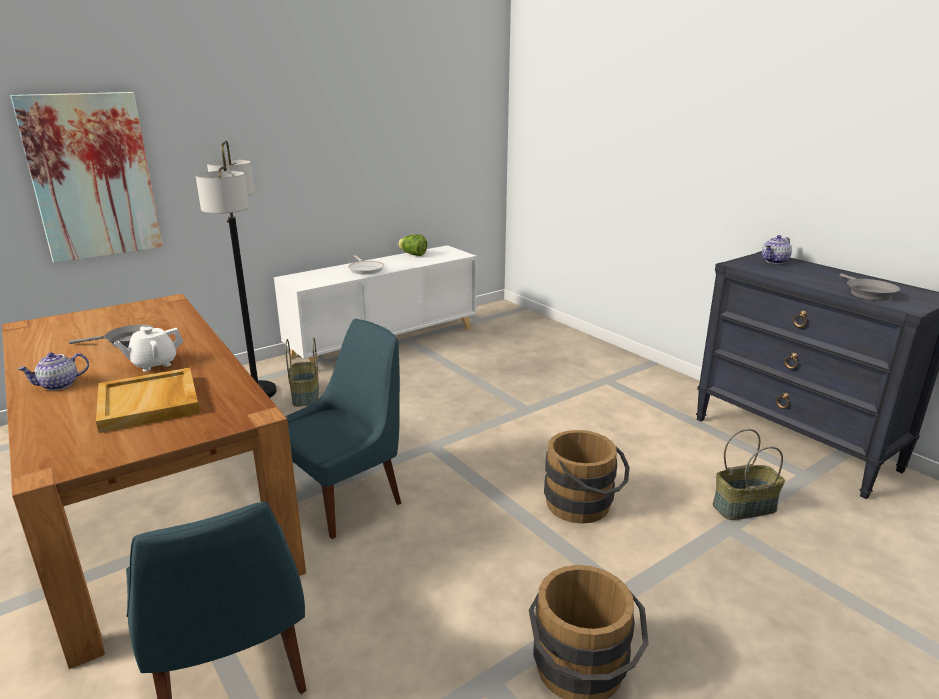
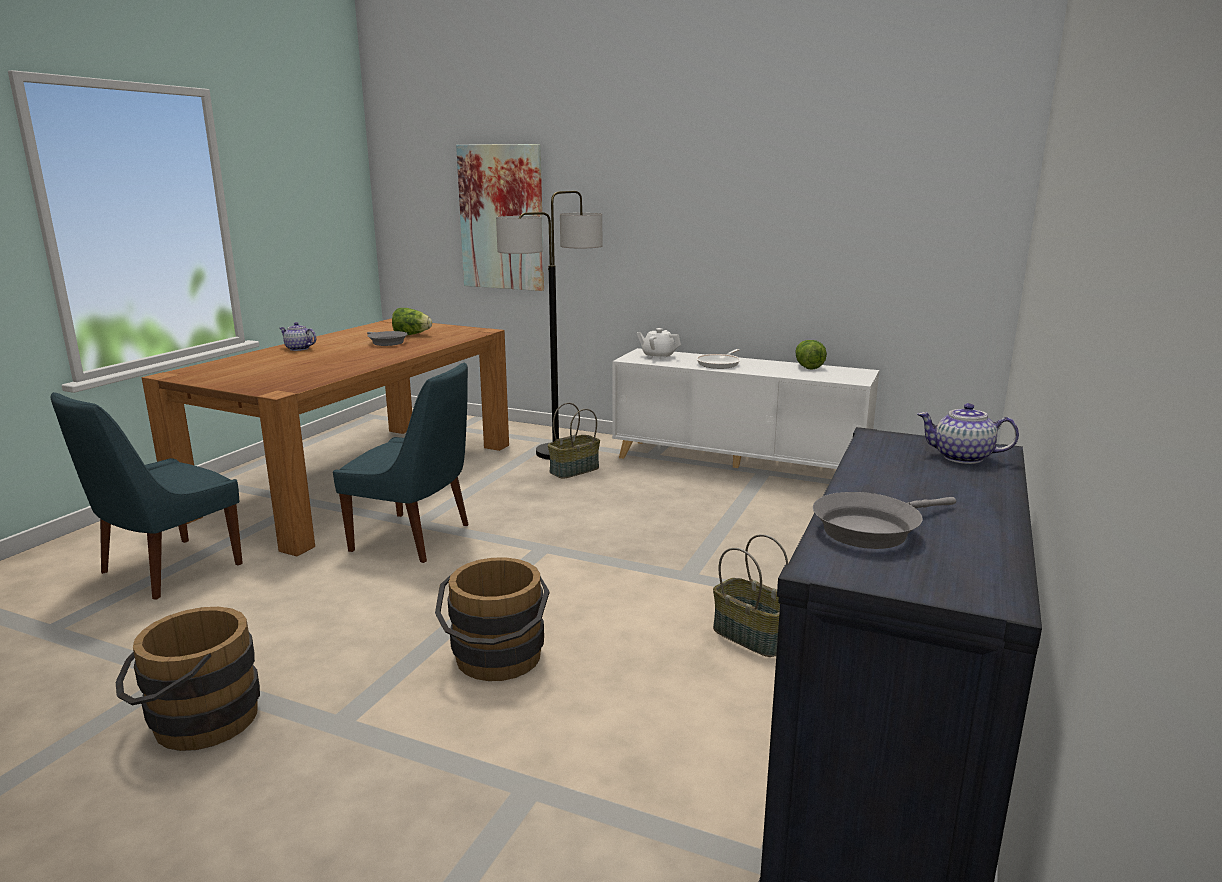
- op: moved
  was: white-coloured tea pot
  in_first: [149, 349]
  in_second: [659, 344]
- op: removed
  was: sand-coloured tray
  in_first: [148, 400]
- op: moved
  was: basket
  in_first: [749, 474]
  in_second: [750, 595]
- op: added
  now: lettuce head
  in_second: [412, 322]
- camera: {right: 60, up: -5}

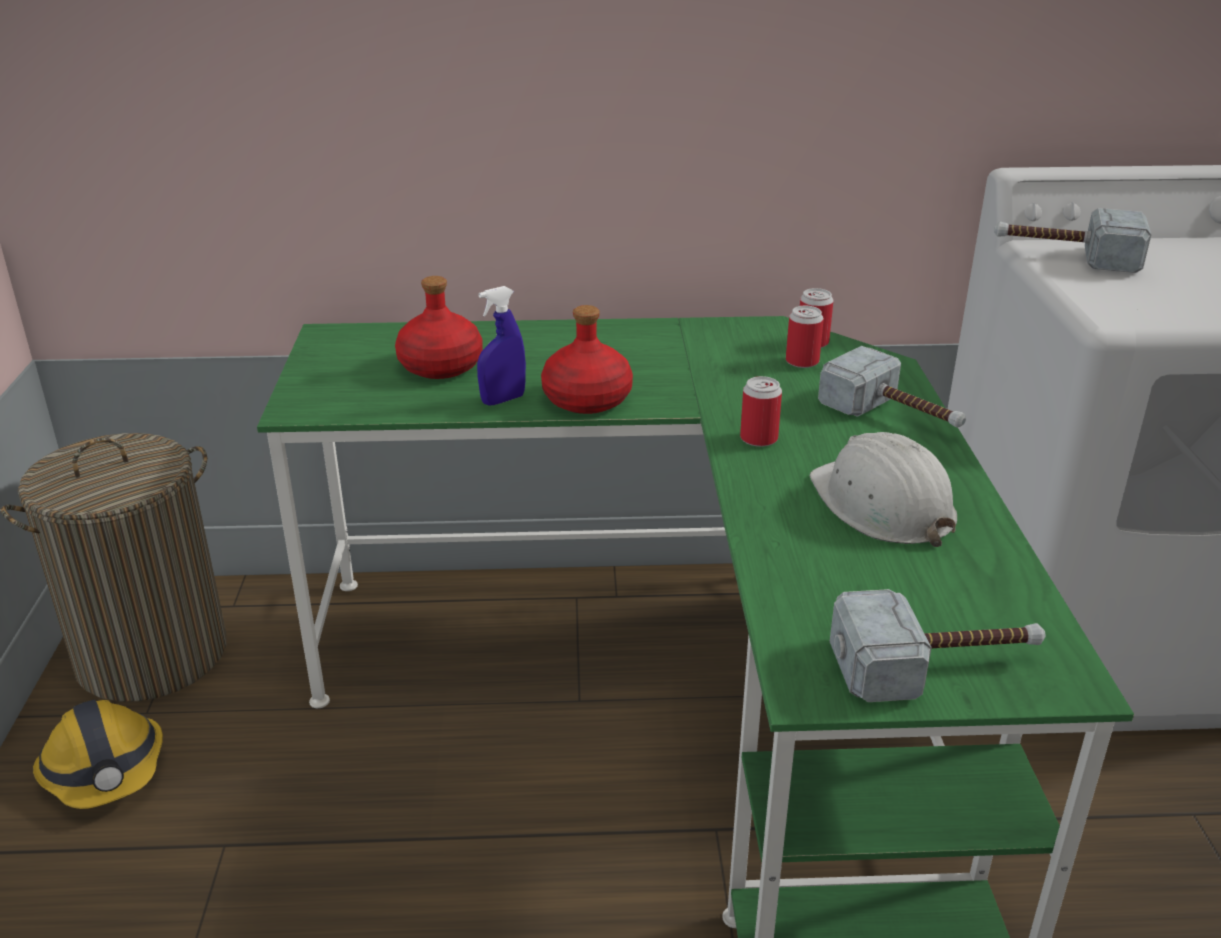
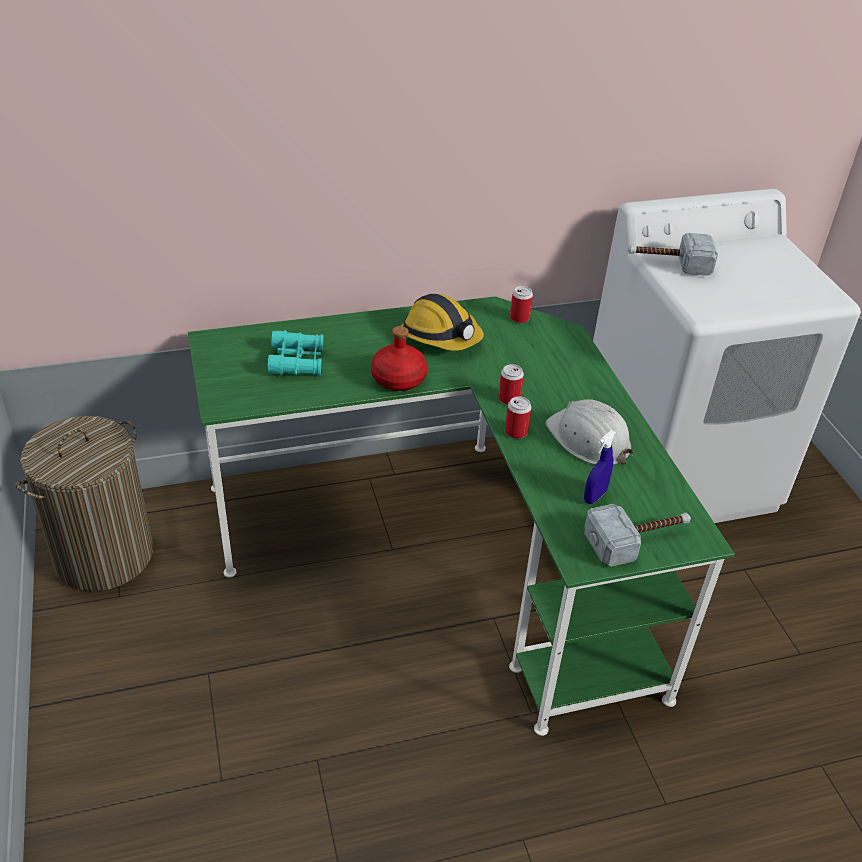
- op: replaced
  was: red beverage bottle
  now: blue-green binoculars
  in_first: [438, 327]
  in_second: [296, 353]
- op: moved
  was: blue-coloured hand sprayer
  in_first: [501, 346]
  in_second: [600, 467]
- op: moved
  was: sealed can
  in_first: [805, 337]
  in_second: [518, 417]
- op: removed
  was: hand hammer
  in_first: [892, 387]
- op: moved
  was: safety helmet
  in_first: [98, 754]
  in_second: [442, 322]
- camera: {right: -15, up: 10}

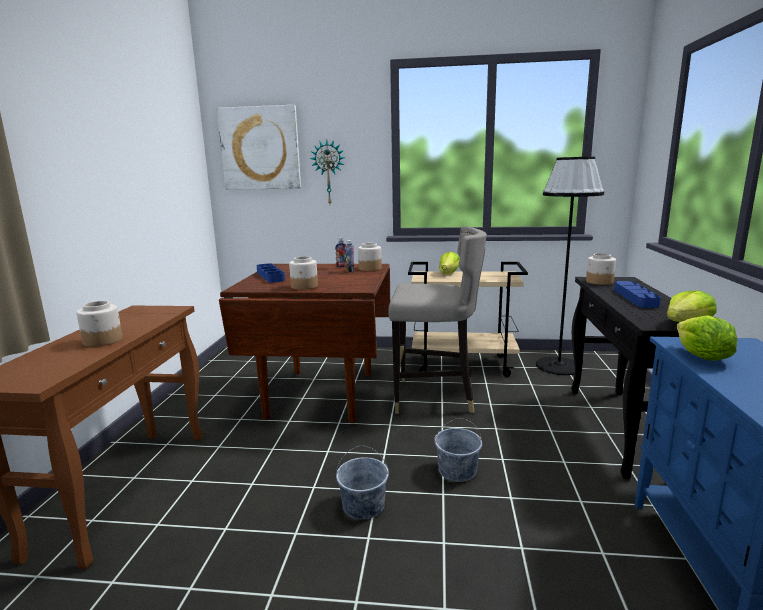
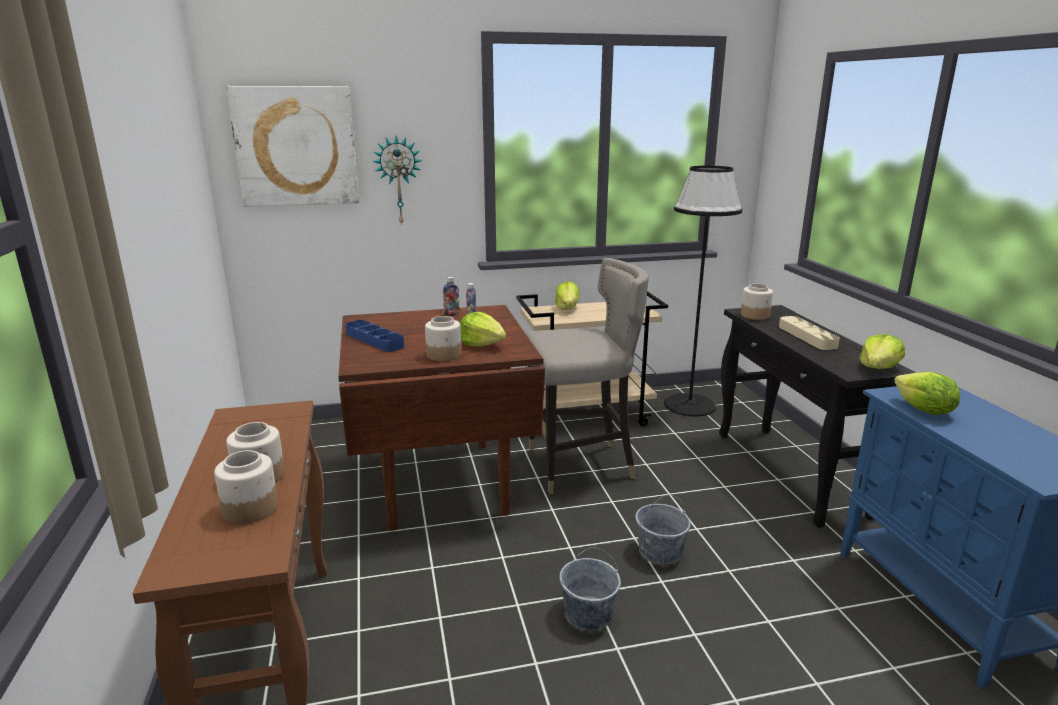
- op: moved
  was: preserve jar
  in_first: [370, 257]
  in_second: [246, 487]
- op: recoloured
  was: blue-coloured tray
  now: sand-coloured tray
  in_first: [637, 294]
  in_second: [809, 333]
- op: added
  now: lettuce head
  in_second: [483, 329]
- camera: {right: -20, up: 5}

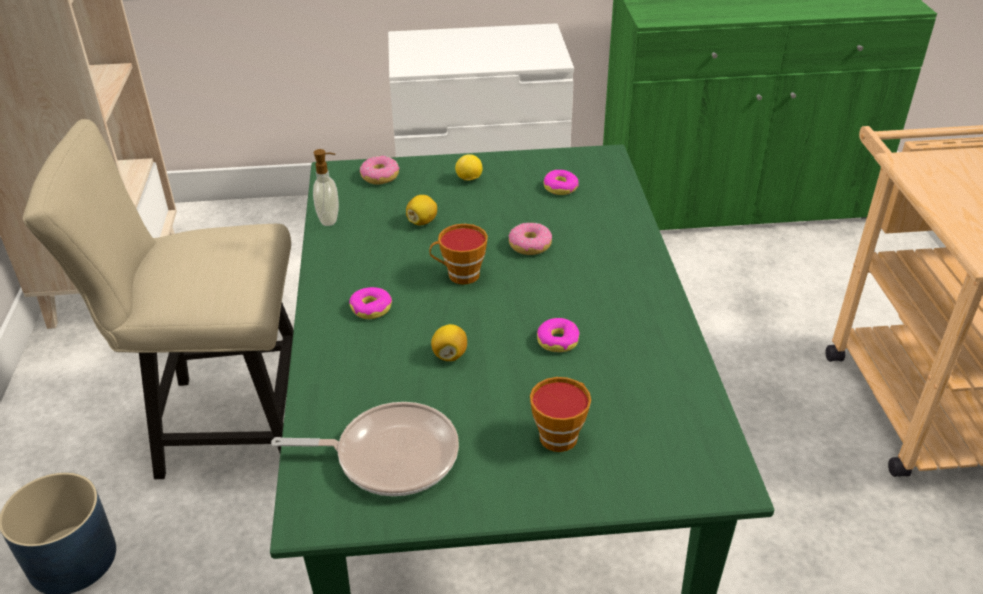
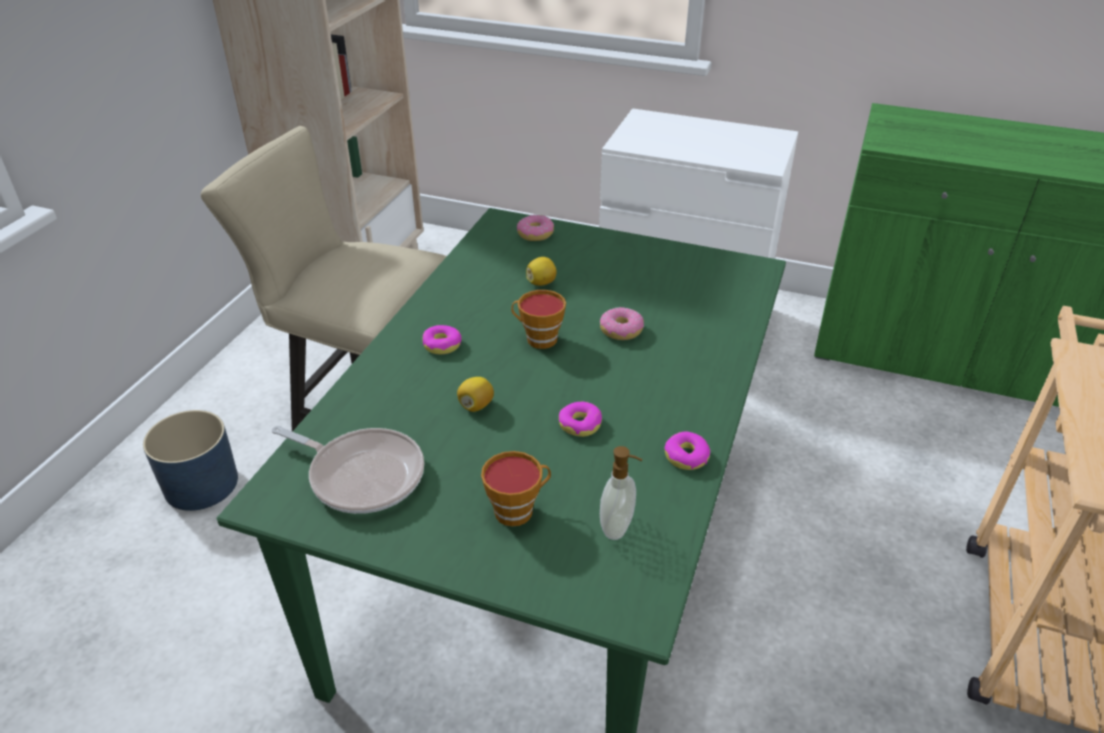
- op: moved
  was: soap bottle
  in_first: [326, 187]
  in_second: [621, 493]
- op: removed
  was: whole lemon
  in_first: [468, 167]
- op: moved
  was: donut
  in_first: [561, 182]
  in_second: [687, 451]
- camera: {right: 25, up: 0}

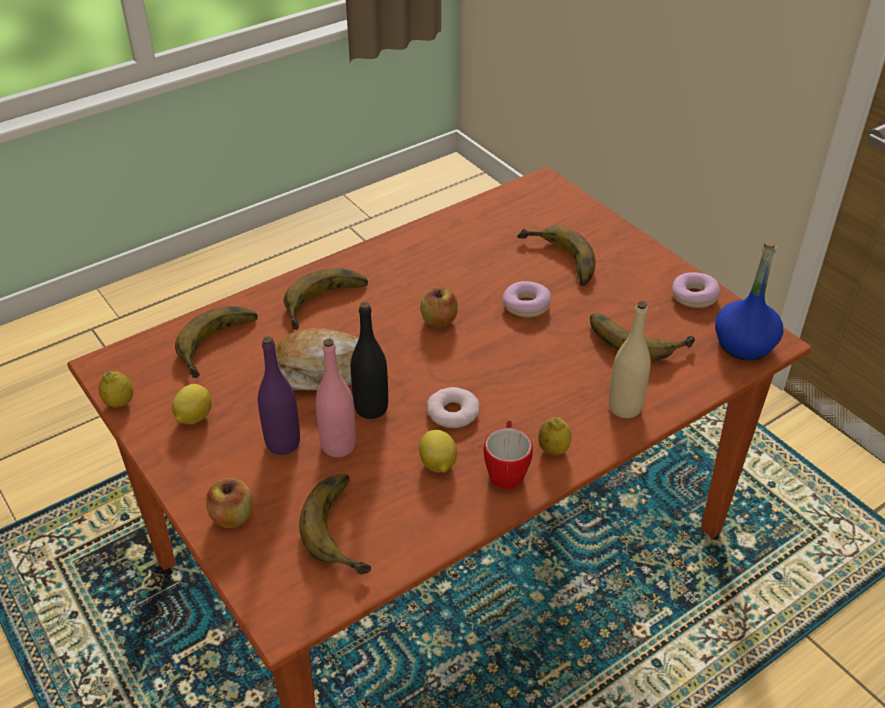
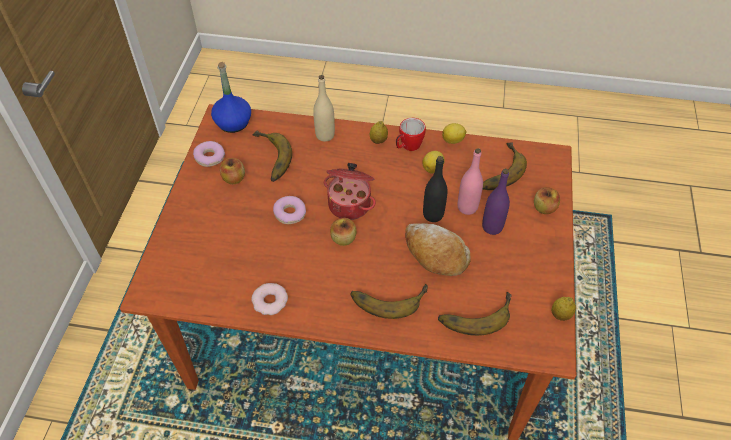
- op: removed
  was: banana
  in_first: [556, 256]
- op: moved
  was: whole lemon
  in_first: [191, 404]
  in_second: [454, 133]
- op: moved
  was: donut
  in_first: [453, 407]
  in_second: [269, 299]
- op: added
  now: whole apple
  in_second: [232, 171]
- op: added
  now: stockpot
  in_second: [350, 191]
- camera: {right: -135, up: 10}

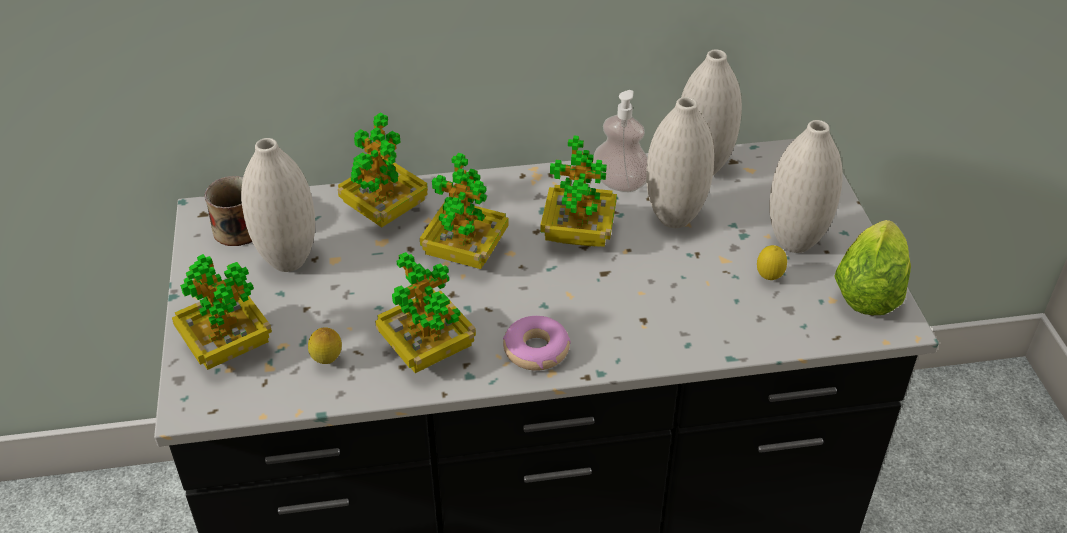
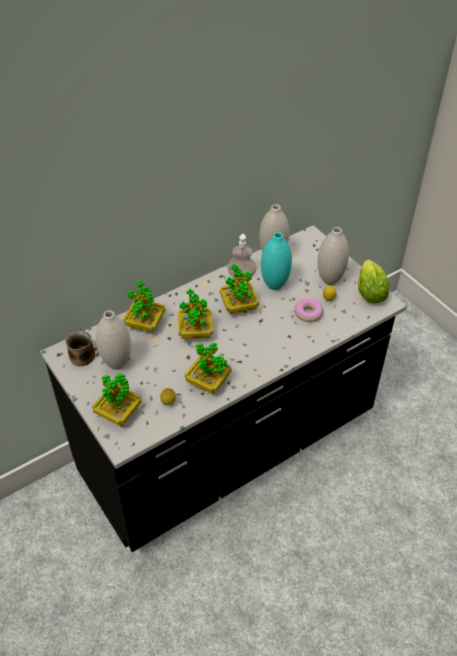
- op: recoloured
  was: white-coloured vase
  now: blue-green vase
  in_first: [680, 162]
  in_second: [276, 261]
- op: moved
  was: donut
  in_first: [537, 343]
  in_second: [309, 310]
- camera: {right: -25, up: 5}

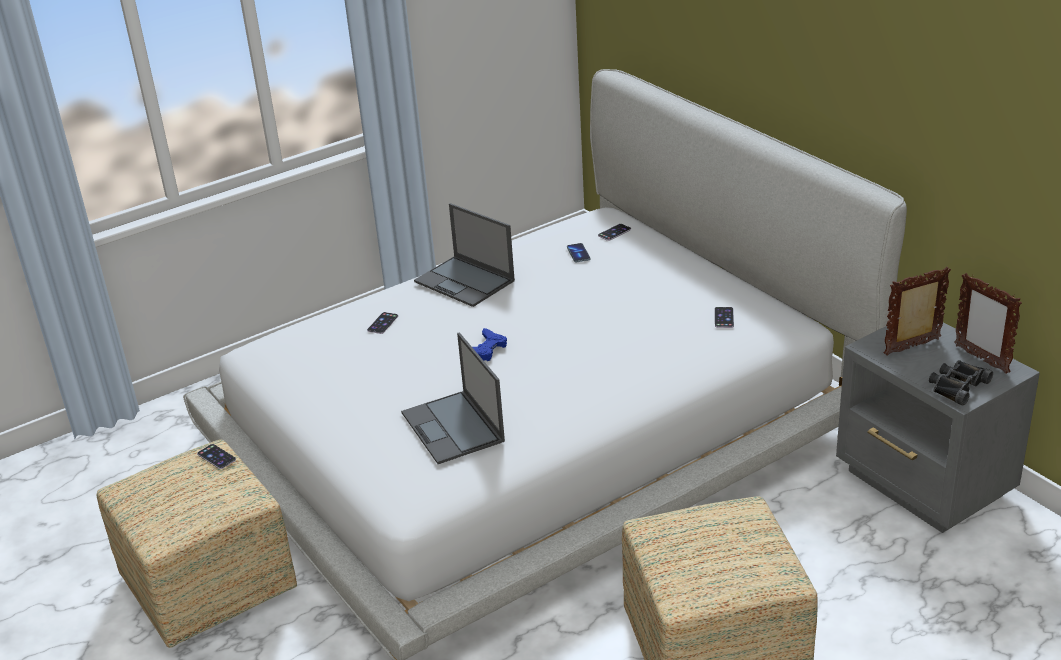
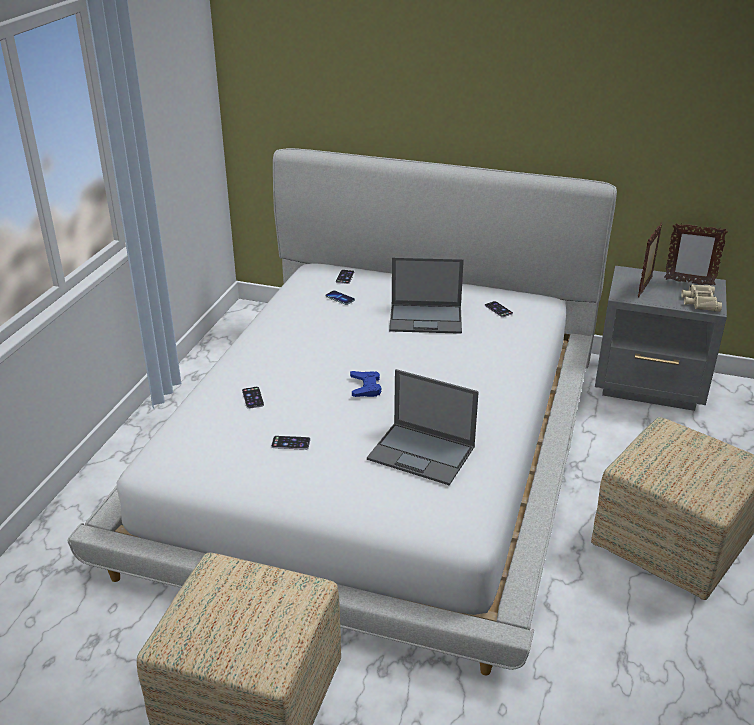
- op: moved
  was: portable computer
  in_first: [464, 255]
  in_second: [426, 295]
- op: recoloured
  was: black-coloured binoculars
  now: sand-coloured binoculars
  in_first: [961, 383]
  in_second: [701, 298]
- op: moved
  was: telephone
  in_first: [216, 456]
  in_second: [290, 443]
- camera: {right: -40, up: 0}

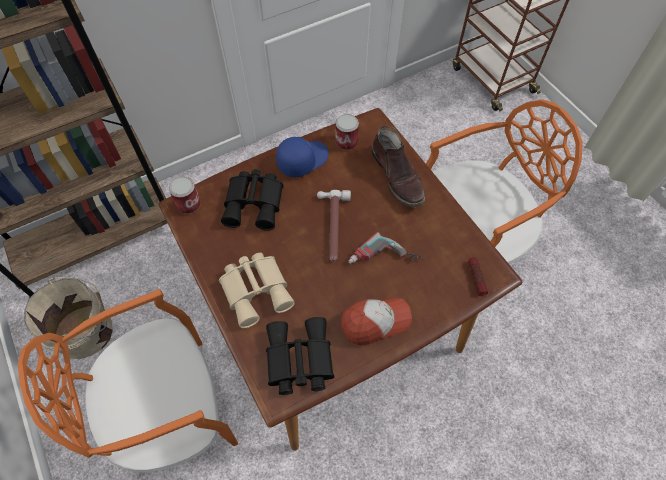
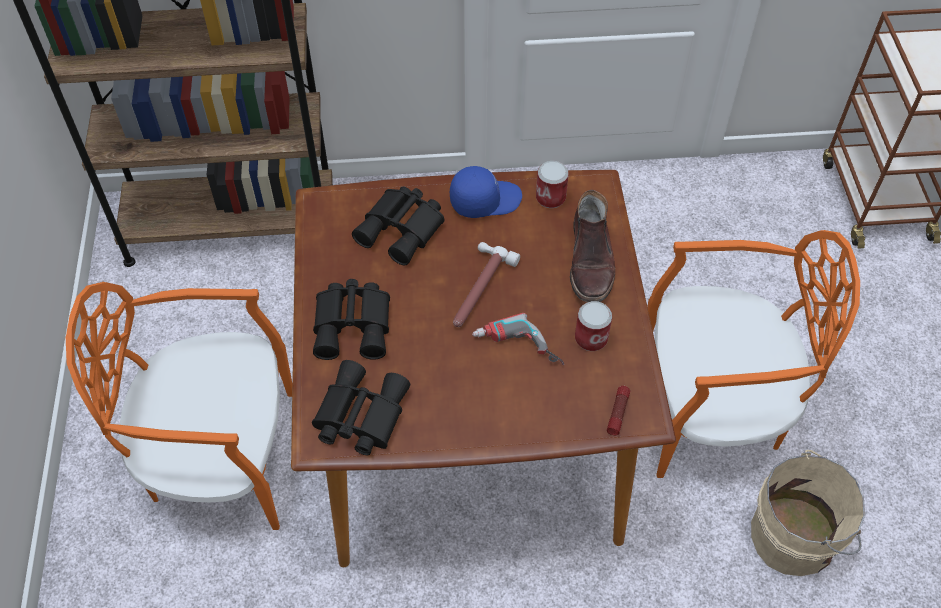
- op: moved
  was: sealed can
  in_first: [185, 195]
  in_second: [593, 326]
- op: recoloured
  was: sand-coloured binoculars
  now: black-coloured binoculars
  in_first: [257, 290]
  in_second: [351, 319]
- op: moved
  was: sand-coloured water bucket
  in_first: [68, 318]
  in_second: [808, 513]
- op: removed
  was: baseball cap
  in_first: [376, 321]
- camera: {right: 25, up: -5}

